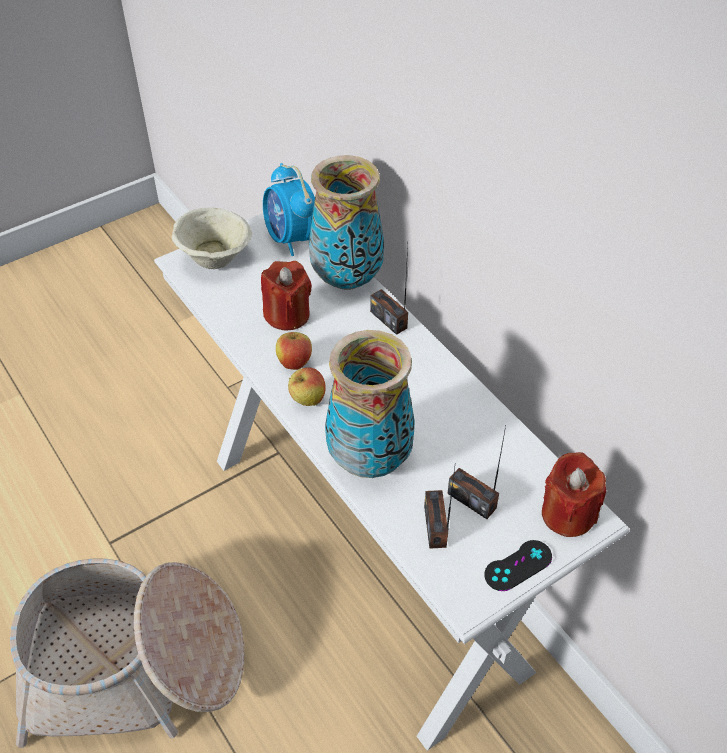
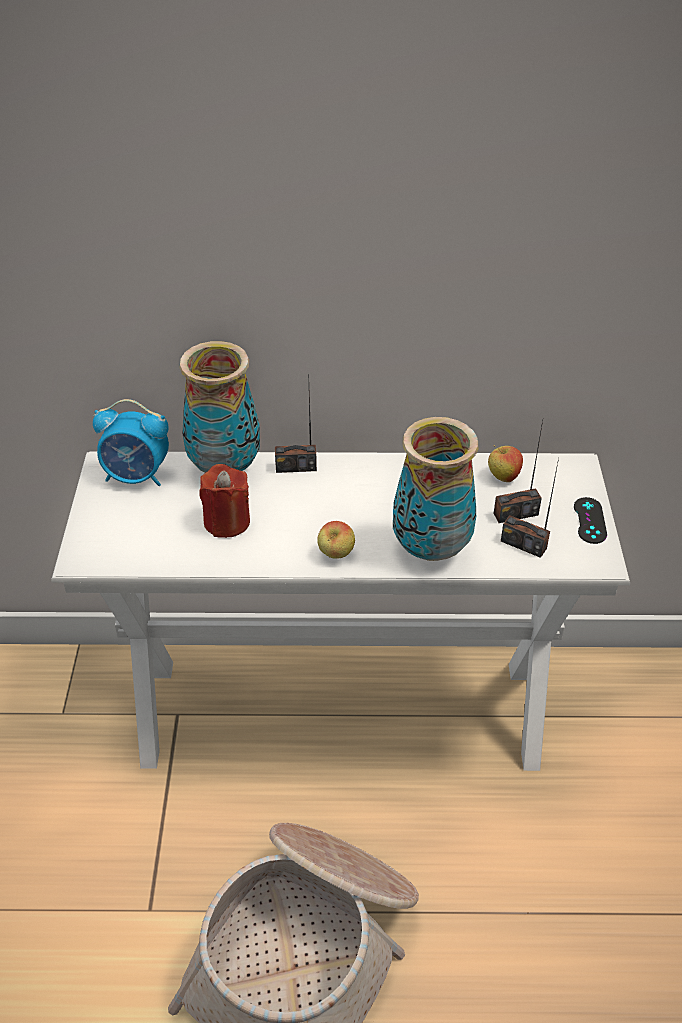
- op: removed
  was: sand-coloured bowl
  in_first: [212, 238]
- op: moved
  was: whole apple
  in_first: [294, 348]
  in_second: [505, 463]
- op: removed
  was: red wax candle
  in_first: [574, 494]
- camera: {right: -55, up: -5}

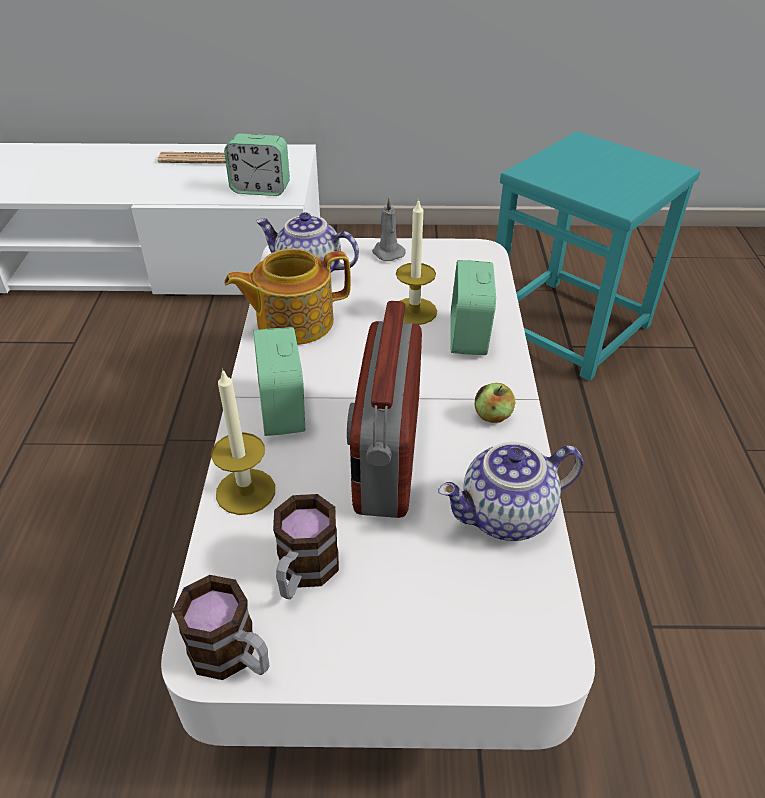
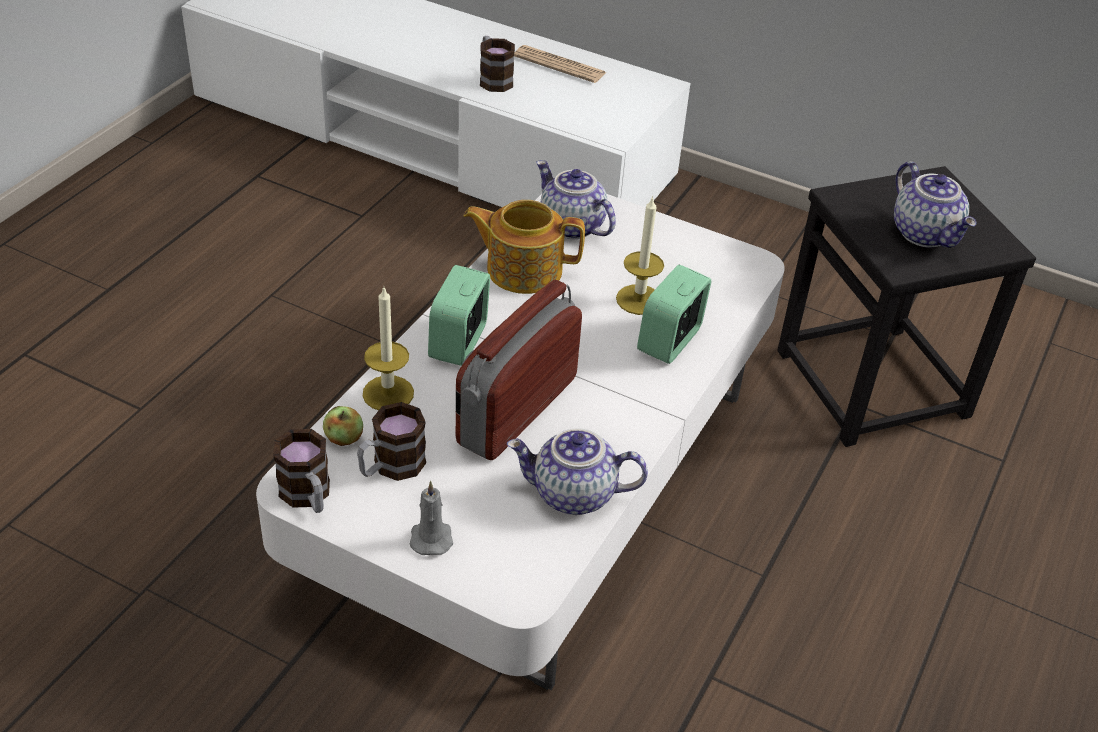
- op: recoloured
  was: blue-green stool seat
  now: black-coloured stool seat
  in_first: [598, 256]
  in_second: [906, 306]
- op: removed
  was: table clock
  in_first: [257, 165]
- op: moved
  was: gray wax candle
  in_first: [389, 229]
  in_second: [431, 518]
- op: moved
  was: whole apple
  in_first: [495, 403]
  in_second: [343, 426]
- op: added
  now: tea mug
  in_second: [497, 64]
- op: added
  now: tea pot
  in_second: [935, 204]
- camera: {right: 25, up: 0}

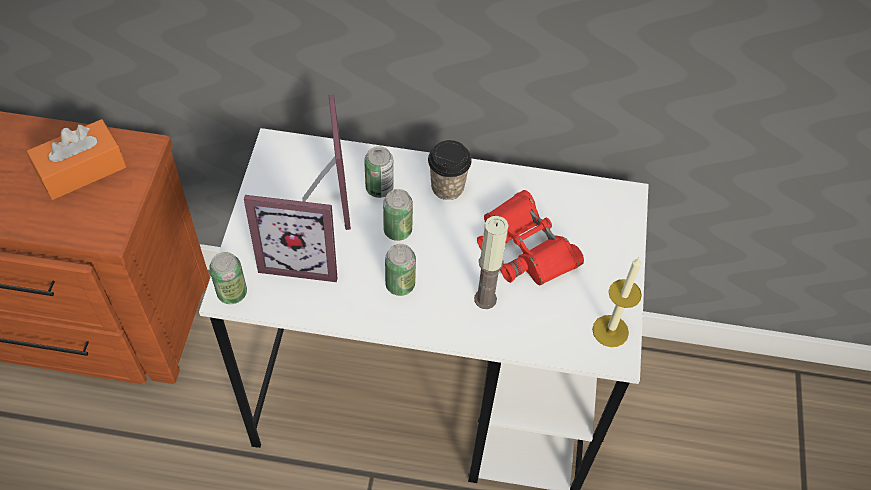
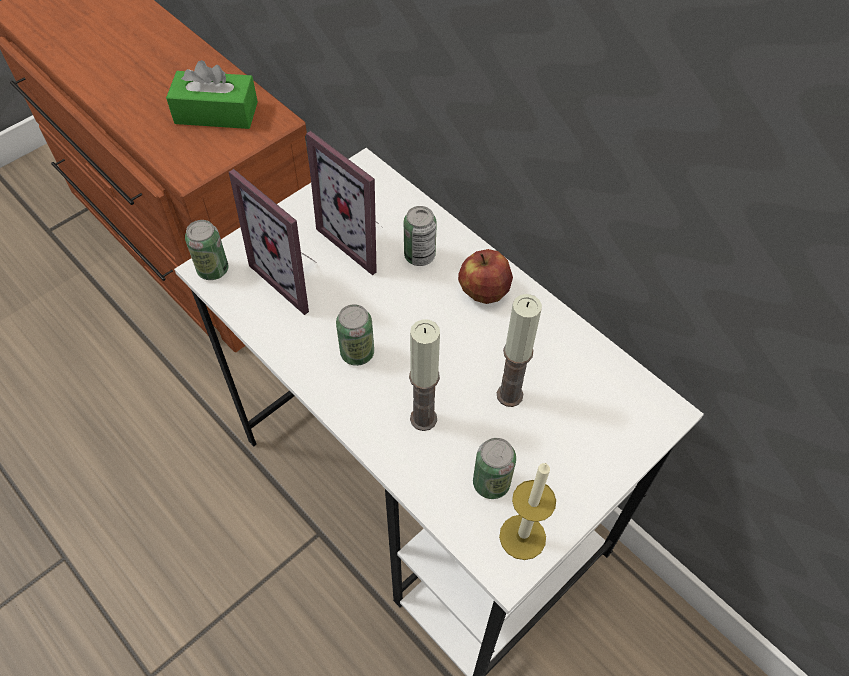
- op: turned
  was: standing frame
  in_first: [326, 162]
  in_second: [343, 203]
  clockwise: 105
- op: recoloured
  was: orangey tissue box
  now: greenish tissue box
  in_first: [76, 159]
  in_second: [212, 94]
- op: replaced
  was: cup
  now: whole apple
  in_first: [450, 170]
  in_second: [485, 276]
- op: moved
  was: sealed can
  in_first: [398, 215]
  in_second: [494, 468]
- op: replaced
  was: red binoculars
  now: wax candle
  in_first: [530, 237]
  in_second: [519, 350]
- camera: {right: 40, up: 0}

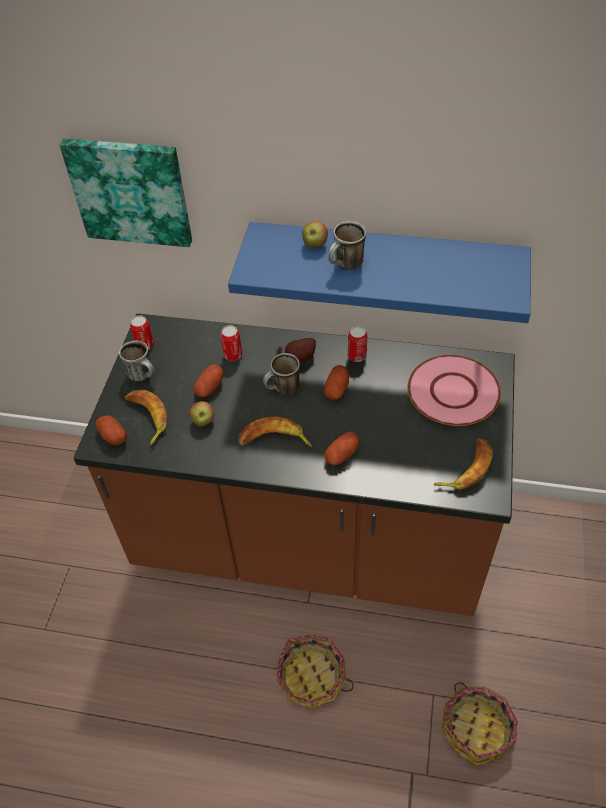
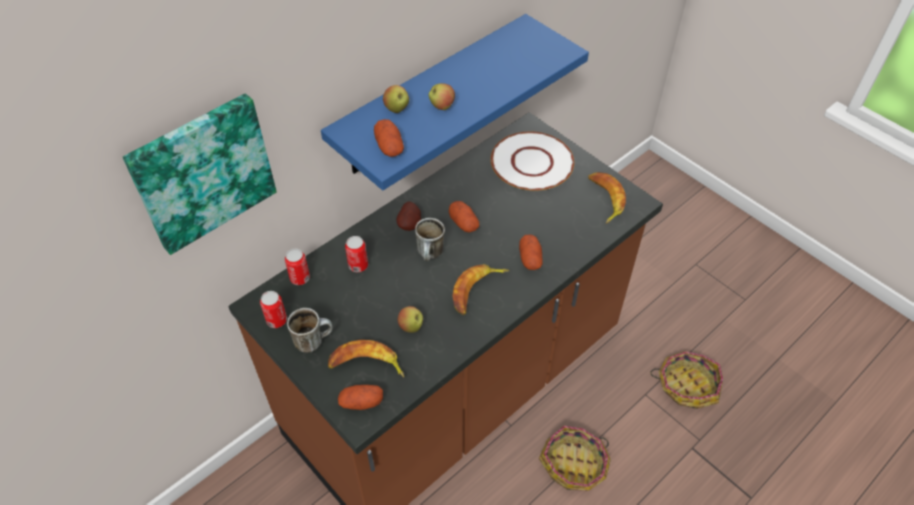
- op: replaced
  was: tea mug
  now: whole apple
  in_first: [347, 245]
  in_second: [441, 96]
- op: moved
  was: sealed can
  in_first: [357, 344]
  in_second: [297, 266]
- op: recoloured
  was: pinkish dinner plate
  now: white-coloured dinner plate
  in_first: [454, 390]
  in_second: [532, 161]
- op: moved
  was: potato
  in_first: [208, 380]
  in_second: [389, 138]
- camera: {right: -55, up: 0}

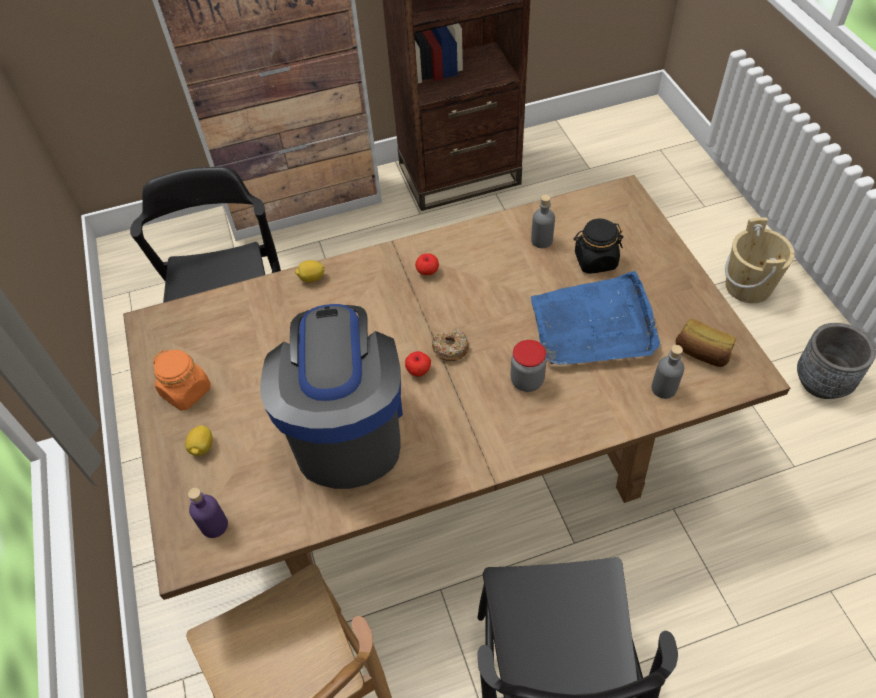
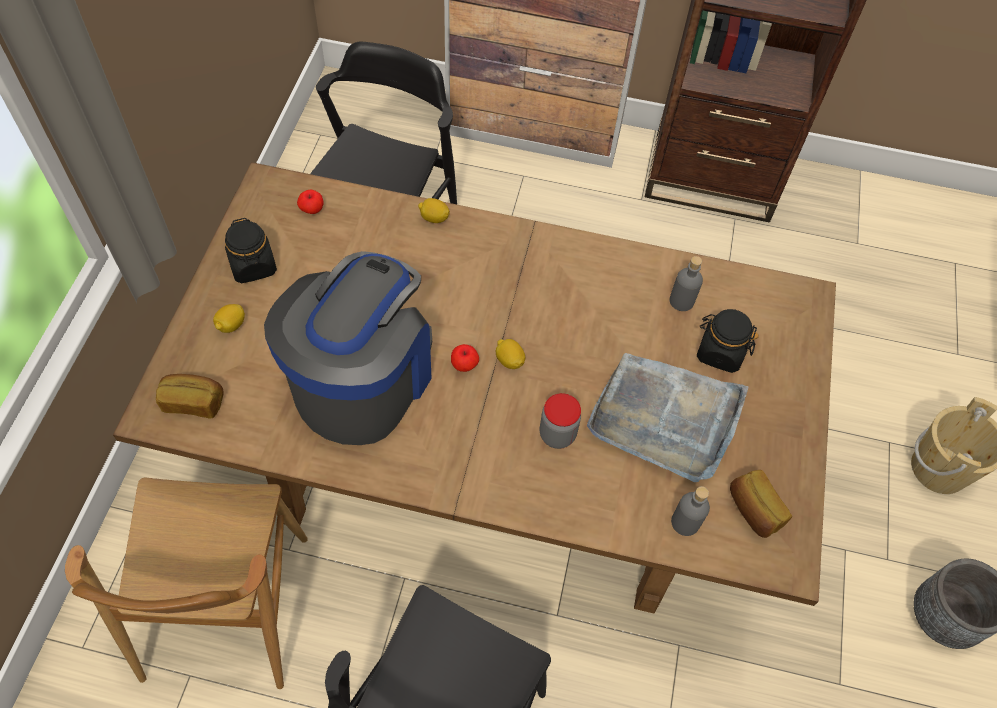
- op: moved
  was: whole apple
  in_first: [427, 264]
  in_second: [310, 202]
- op: recoloured
  was: blue-coloured tray
  now: gray tray
  in_first: [595, 318]
  in_second: [667, 417]
- op: replaced
  was: donut
  now: whole lemon
  in_first: [450, 345]
  in_second: [510, 354]
- op: recoloured
  was: orangey preserve jar
  now: black-coloured preserve jar
  in_first: [182, 380]
  in_second: [251, 250]
- op: replaced
  was: purple-coloured beverage bottle
  now: baked bread
  in_first: [208, 512]
  in_second: [190, 396]
- camera: {right: 25, up: 5}

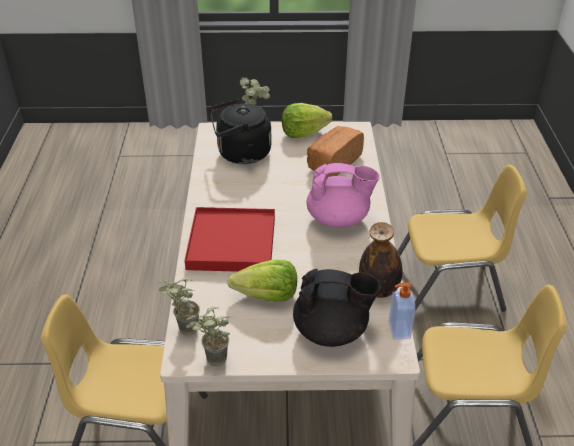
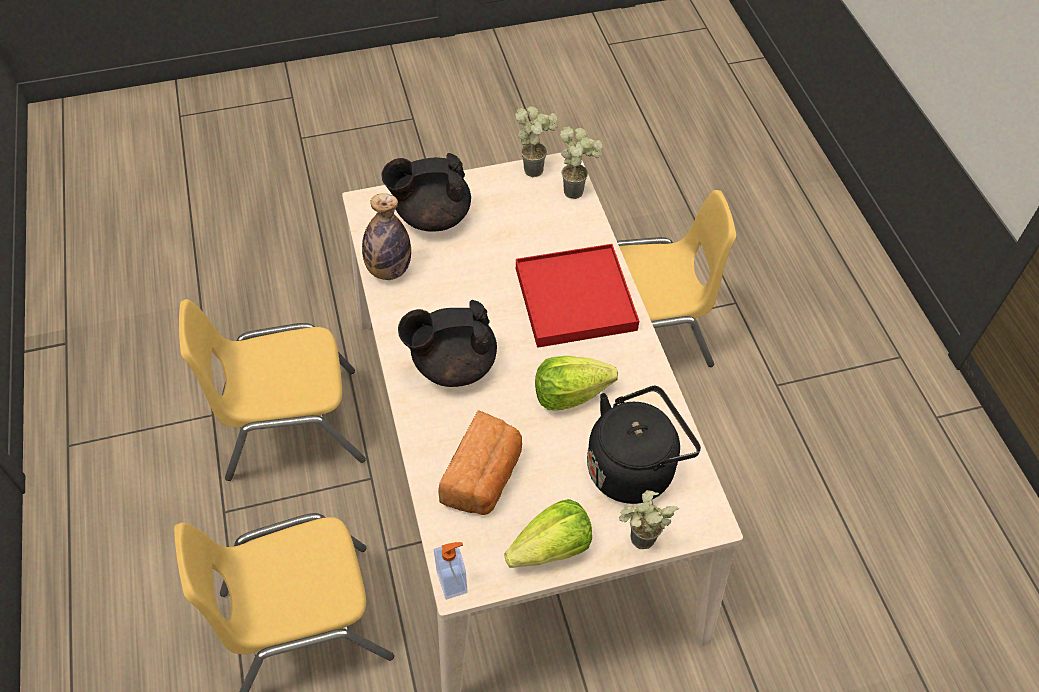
- op: recoloured
  was: pinkish tea pot
  now: black-coloured tea pot
  in_first: [343, 195]
  in_second: [447, 343]
- op: moved
  was: lettuce head
  in_first: [262, 280]
  in_second: [576, 383]
- op: moved
  was: soap bottle
  in_first: [402, 311]
  in_second: [451, 571]
- camera: {right: 165, up: 15}

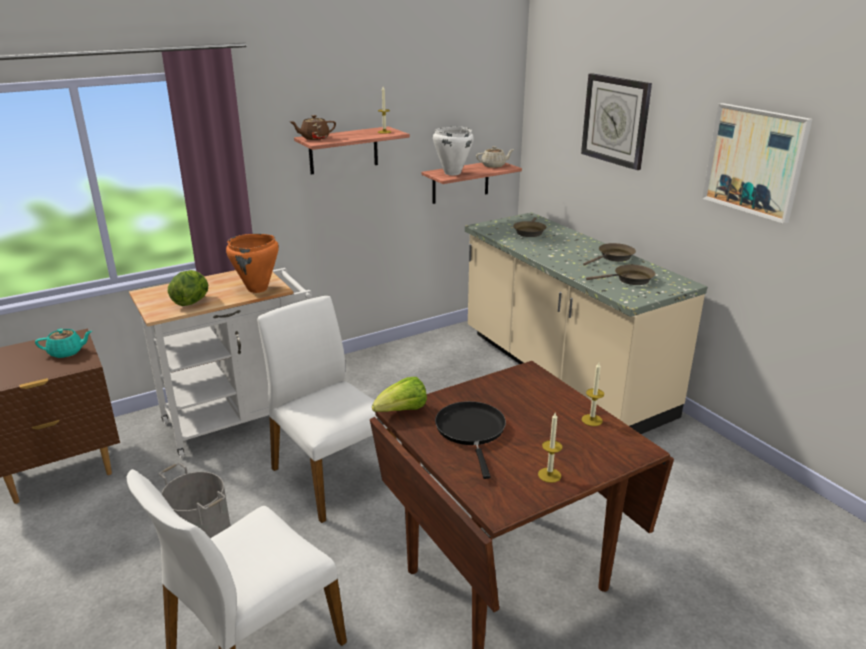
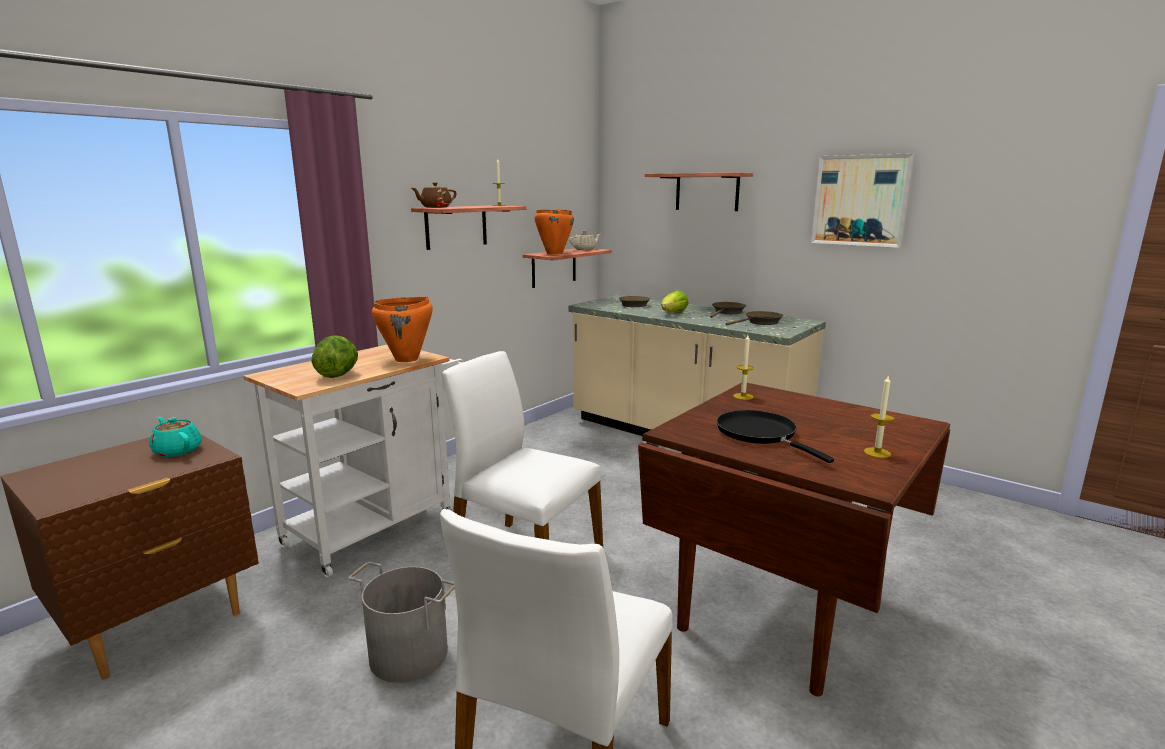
- op: replaced
  was: clock on the wall
  now: wall shelf
  in_first: [616, 121]
  in_second: [699, 191]
- op: recoloured
  was: white-coloured stockpot
  now: orangey stockpot
  in_first: [453, 151]
  in_second: [554, 232]
- op: turned
  was: blue-green tea pot
  in_first: [63, 343]
  in_second: [175, 437]
  clockwise: -105
- op: moved
  was: wax candle
  in_first: [593, 394]
  in_second: [743, 367]
- op: moved
  was: lettuce head
  in_first: [399, 394]
  in_second: [675, 301]
- camera: {right: -20, up: -10}

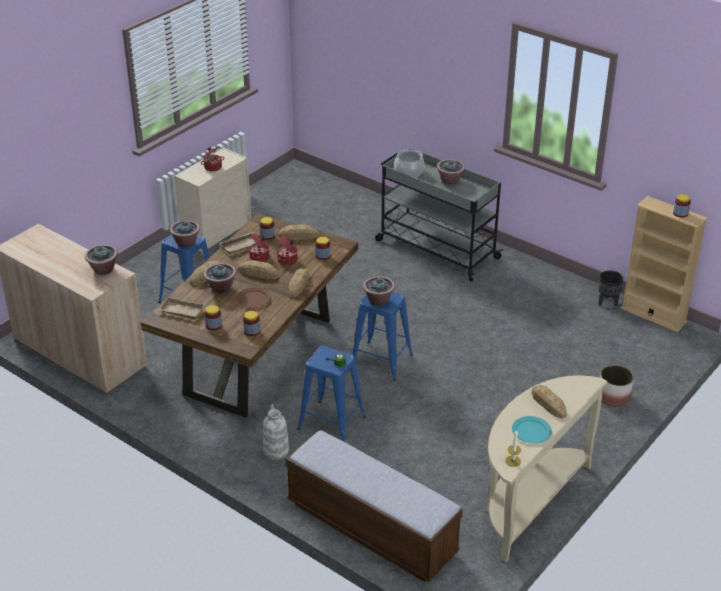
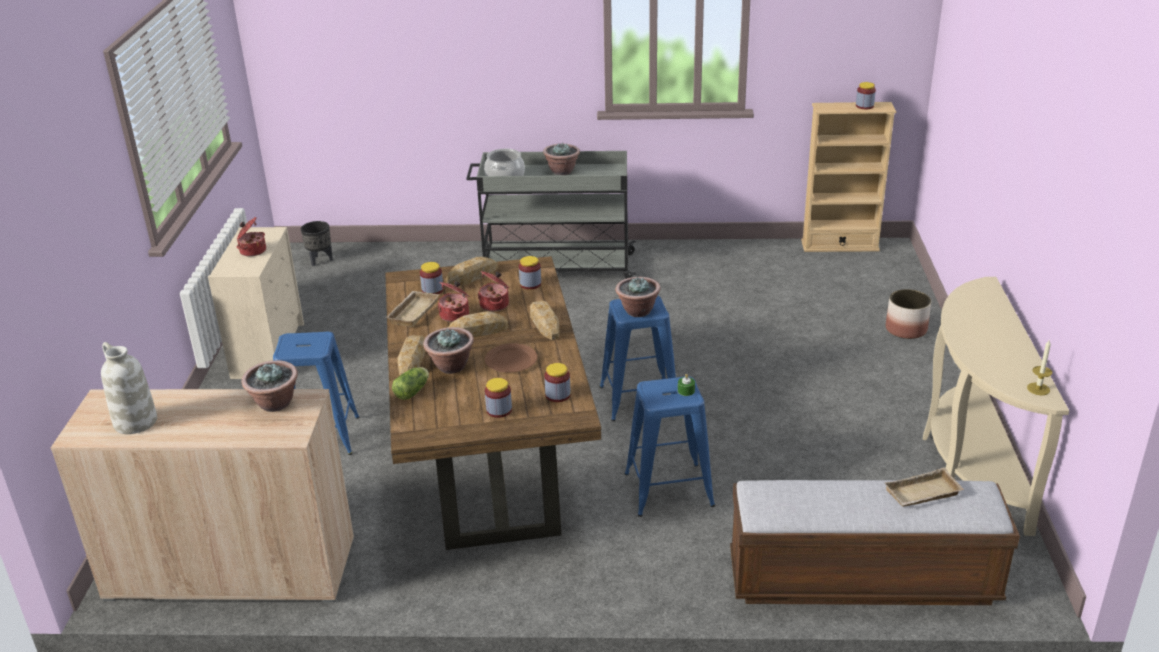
- op: removed
  was: plant in a pot
  in_first: [185, 234]
- op: moved
  was: black-coloured flower pot
  in_first: [610, 288]
  in_second: [317, 243]
- op: moved
  was: sand-coloured tray
  in_first: [181, 308]
  in_second: [924, 487]
- op: removed
  was: baked bread
  in_first: [549, 402]
- op: moved
  was: white-coloured vase
  in_first: [276, 432]
  in_second: [129, 388]
- op: removed
  was: blue-green dinner plate
  in_first: [532, 429]
- op: added
  now: lettuce head
  in_second: [410, 383]
- camera: {right: -35, up: -5}

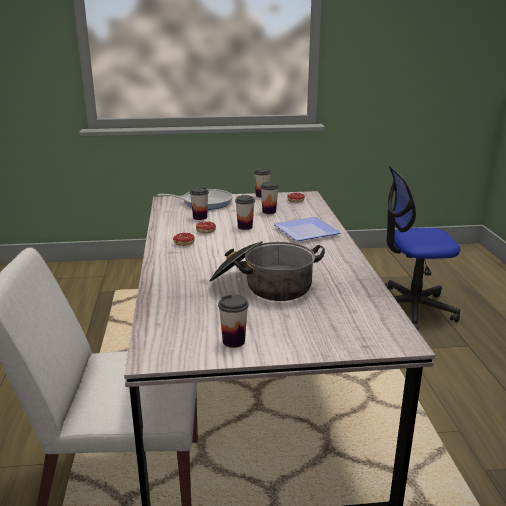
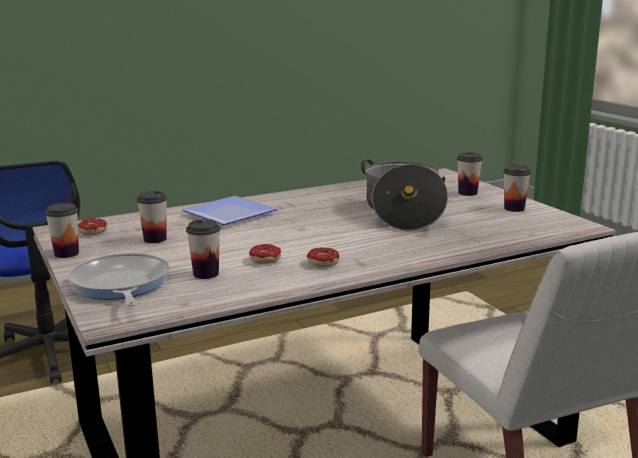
- op: moved
  was: cup
  in_first: [245, 212]
  in_second: [470, 174]
- camera: {right: -110, up: -5}

